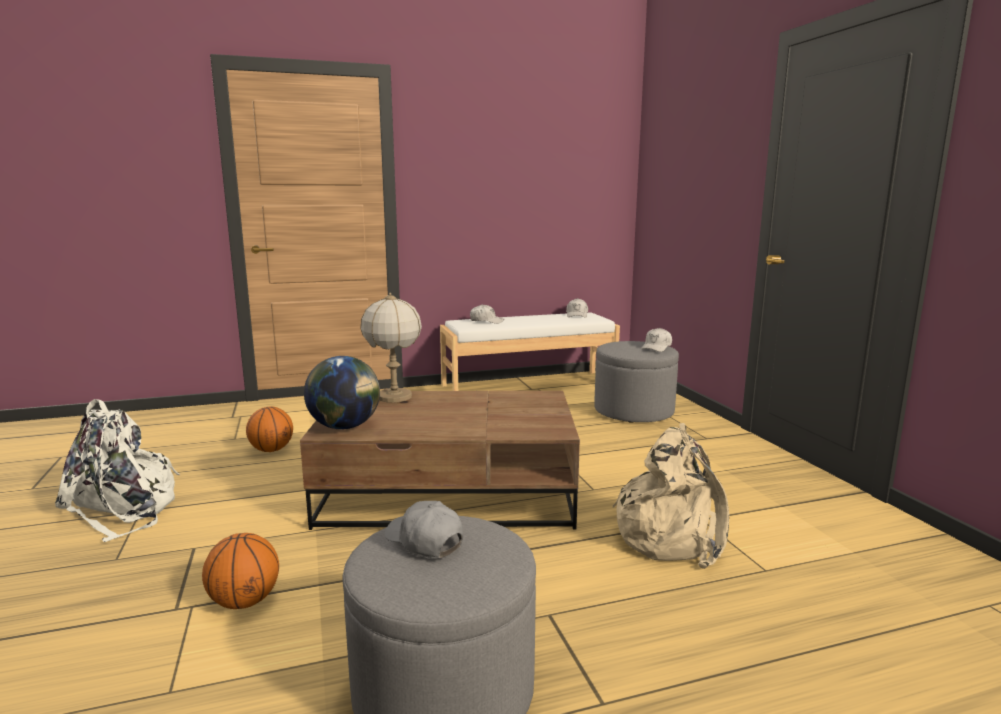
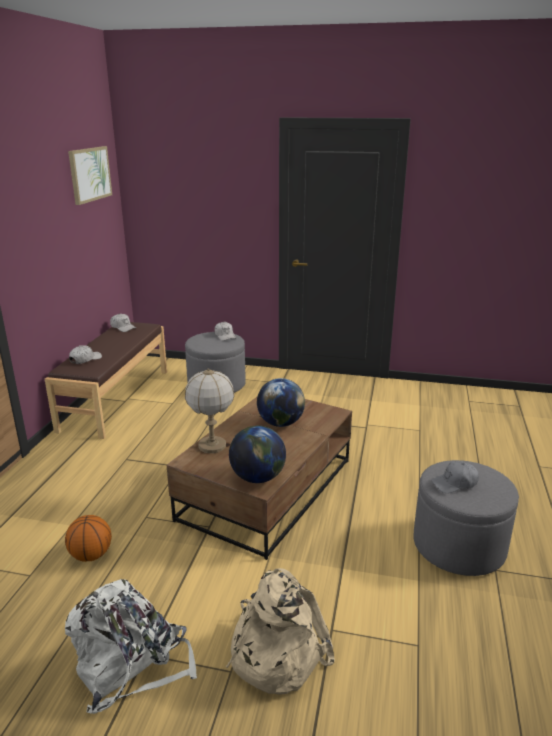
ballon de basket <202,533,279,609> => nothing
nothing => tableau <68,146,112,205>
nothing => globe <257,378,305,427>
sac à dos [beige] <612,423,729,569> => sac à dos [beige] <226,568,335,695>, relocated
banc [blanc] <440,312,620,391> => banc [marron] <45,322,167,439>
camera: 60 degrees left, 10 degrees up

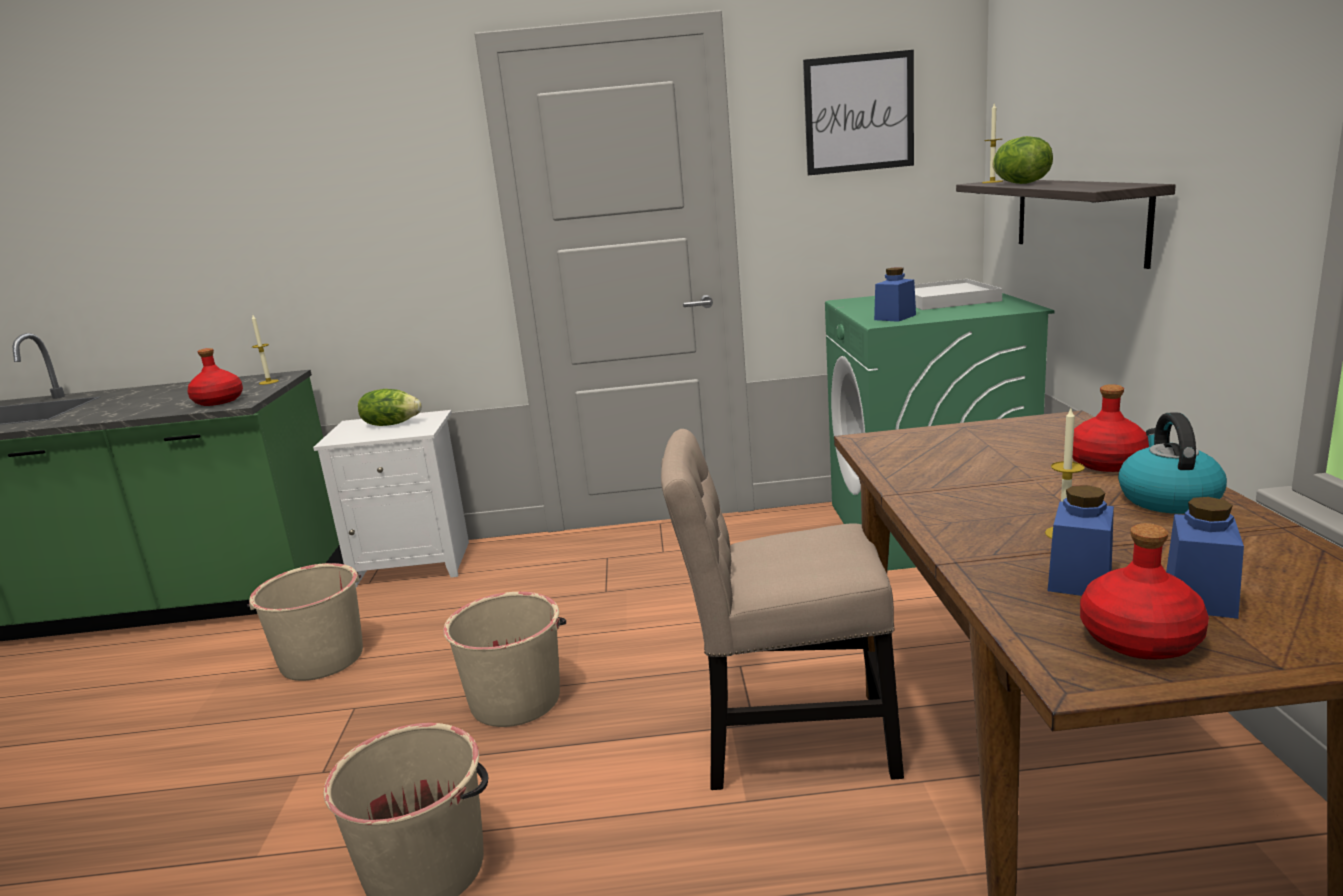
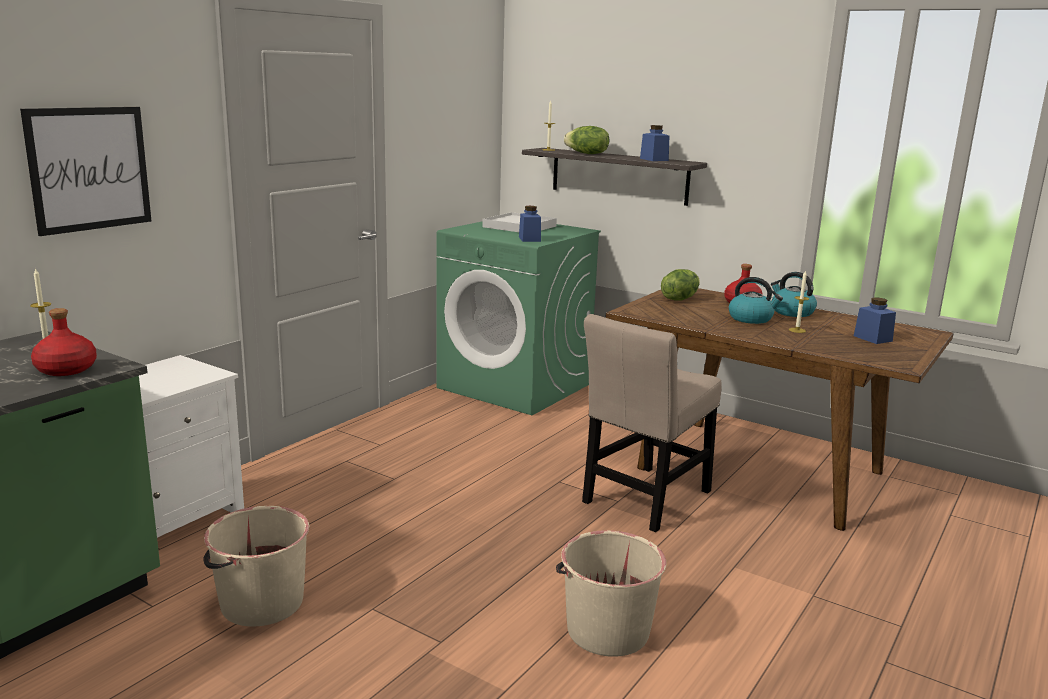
seau [beige] <443,592,566,727> => nothing
bouteille [rouge] <1080,523,1209,660> => nothing
nothing => bouilloire <729,277,783,324>
laitue <358,389,422,426> => laitue <661,269,700,300>, relocated
tableau <803,50,914,175> => tableau <20,107,151,236>, relocated
bocal [bleu] <1048,485,1114,596> => bocal [bleu] <640,125,670,161>, relocated
camera: 55 degrees left, 0 degrees up

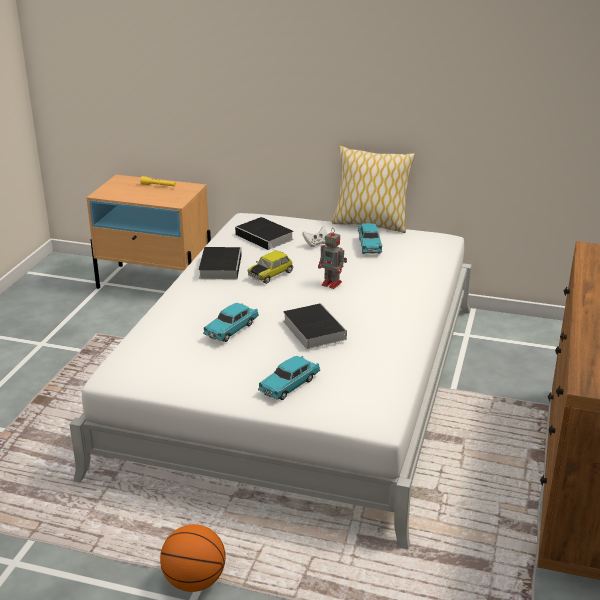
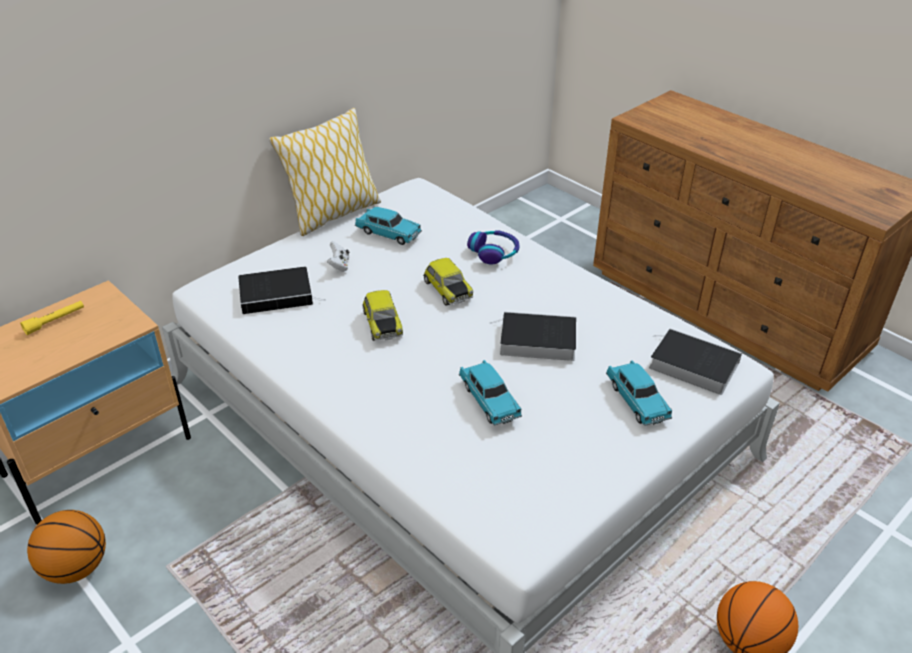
nothing => ballon de basket <27,510,106,584>
nothing => casque audio <467,230,520,264>
livre <198,247,242,279> => livre <649,328,742,395>, relocated
robot jouet <318,228,347,289> => petite voiture <423,258,473,306>
camera: 60 degrees left, 10 degrees up

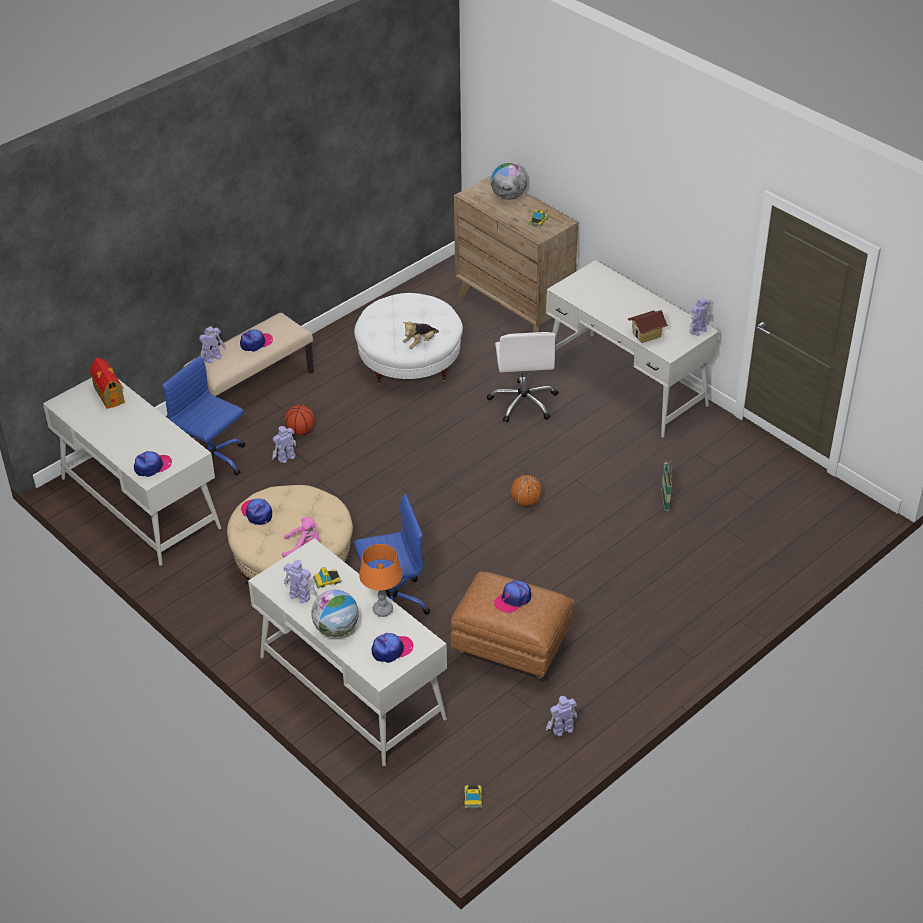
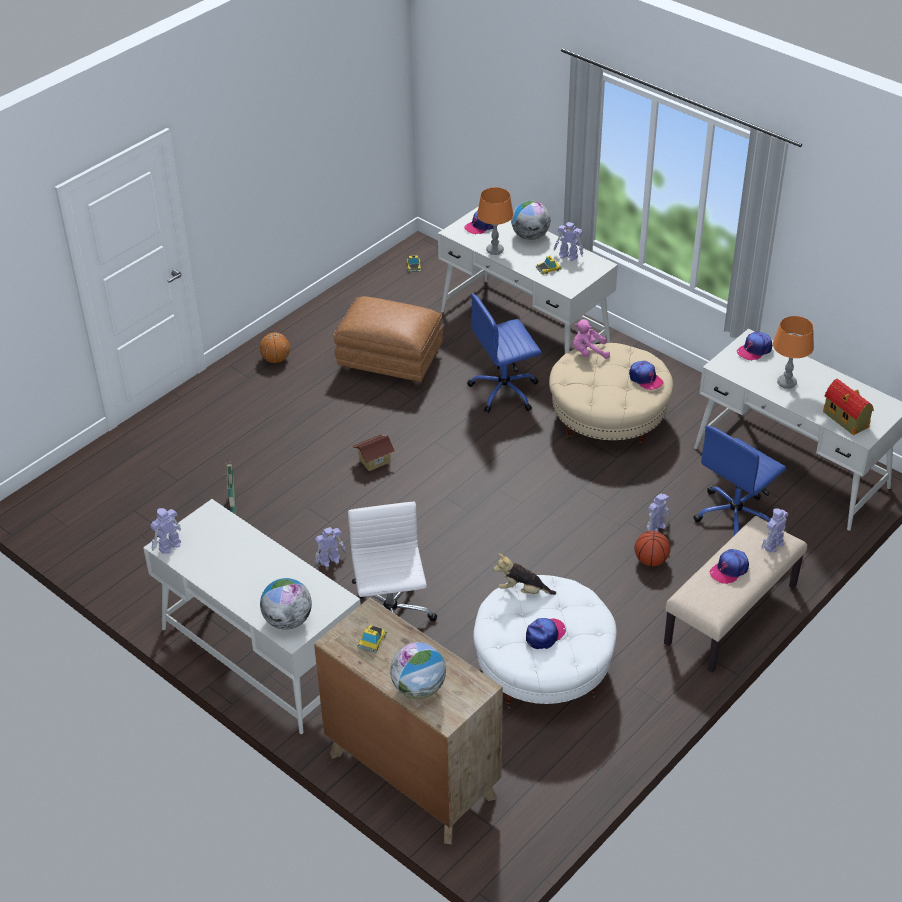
nothing => globe <260,578,312,630>
nothing => lampe de table [orange] <773,316,814,389>
casquette <494,580,531,613> => casquette <526,618,566,649>, relocated
ballon de basket <511,475,542,506> => ballon de basket <259,333,290,363>, relocated
robot jouet <546,696,577,737> => robot jouet <315,527,346,567>, relocated
maison miniature <628,310,668,343> => maison miniature <353,434,395,471>, relocated
chaise de bureau [bleu] <162,356,245,476> => chaise de bureau [bleu] <693,426,786,535>, 105 degrees clockwise
peluche <403,322,439,349> => peluche <493,554,556,595>, 120 degrees counterclockwise
camera: 175 degrees right, 0 degrees up

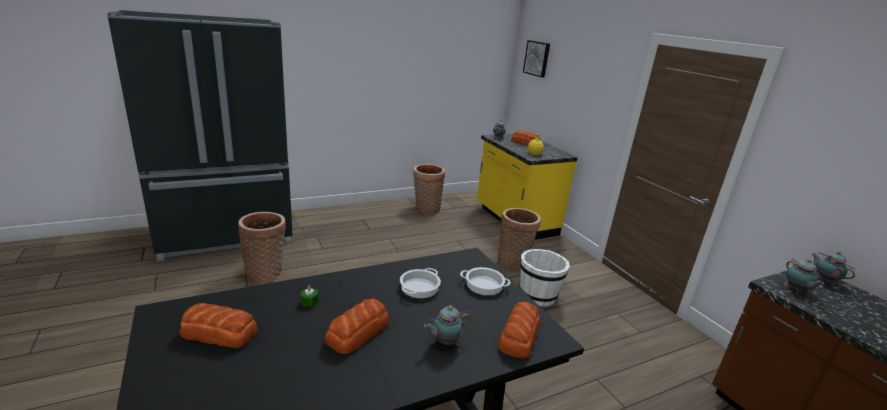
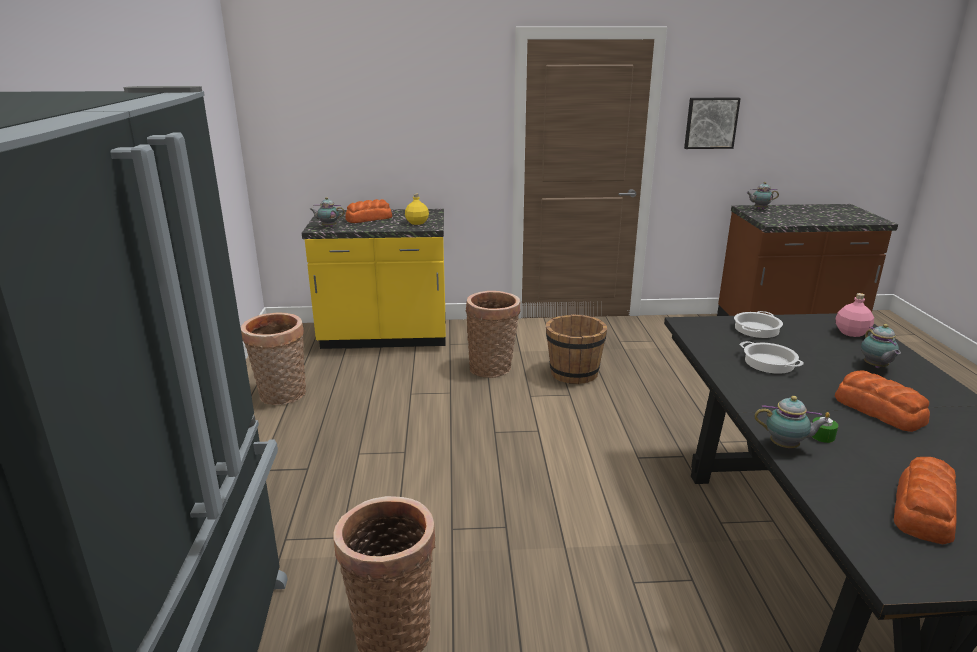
tableau <523,40,550,78> => tableau <684,98,741,149>, relocated
théière <786,259,824,292> => théière <754,396,829,448>, relocated
pain <498,302,540,359> => bouteille [rose] <835,293,874,337>
seau [blanc] <520,249,570,307> => seau [marron] <546,314,607,384>
camera: 65 degrees left, 0 degrees up

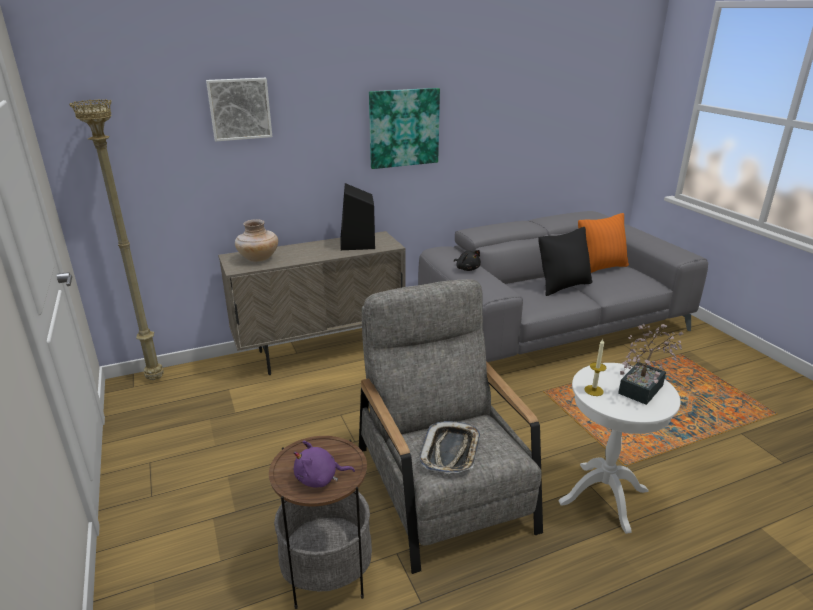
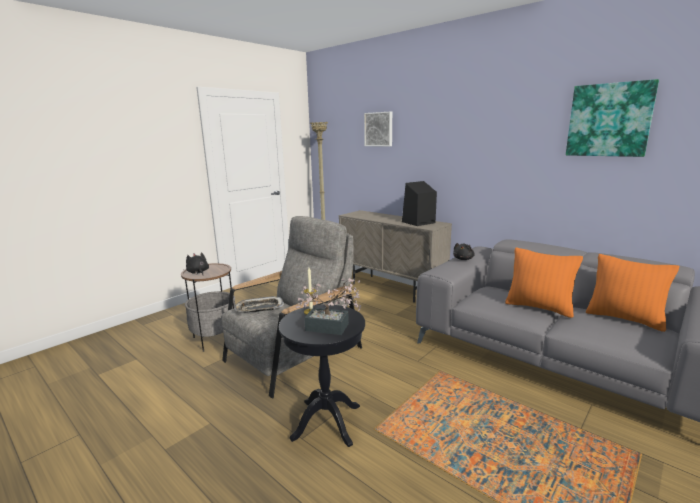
vase [beige] <235,219,278,262> => nothing
tableau <369,88,440,169> => tableau <566,79,659,157>, relocated
peluche [violet] <294,441,355,487> => peluche [noir] <186,252,209,275>
coussin [noir] <538,227,592,296> => coussin [orange] <505,247,583,318>
table d'appoint [blanc] <559,363,680,534> => table d'appoint [noir] <279,305,365,447>
camera: 65 degrees right, 10 degrees down

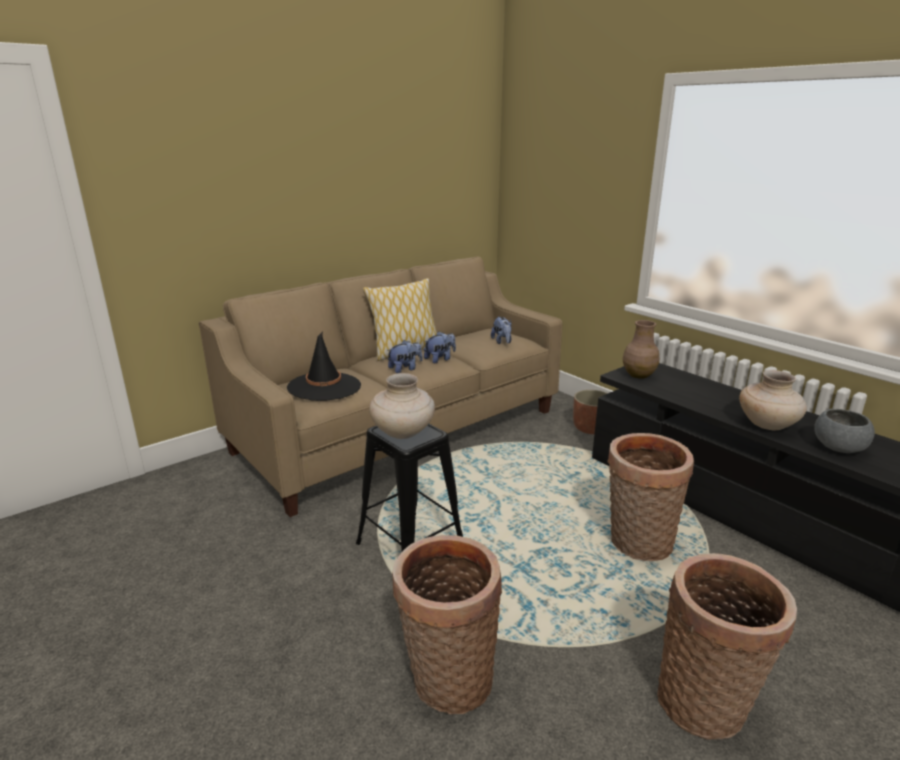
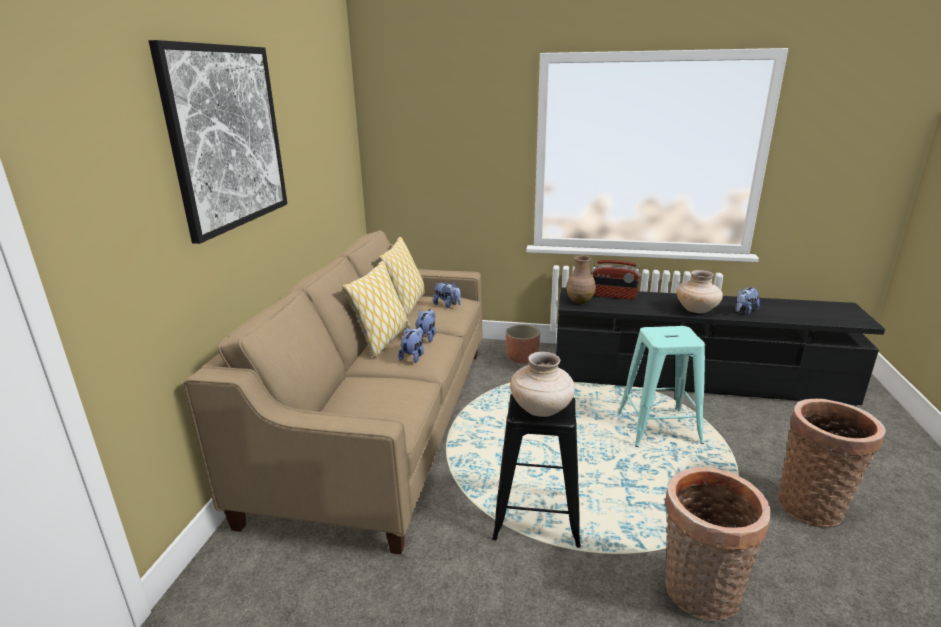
chapeau [noir] <287,331,361,401> => nothing
nothing => tableau <149,40,288,244>
nothing => coussin <379,237,425,318>
nothing => radio <591,260,641,300>
panier <607,433,694,561> => tabouret [turquoise] <618,326,705,447>
bol [gris] <814,409,875,453> => peluche <735,287,760,315>
camera: 40 degrees left, 0 degrees up

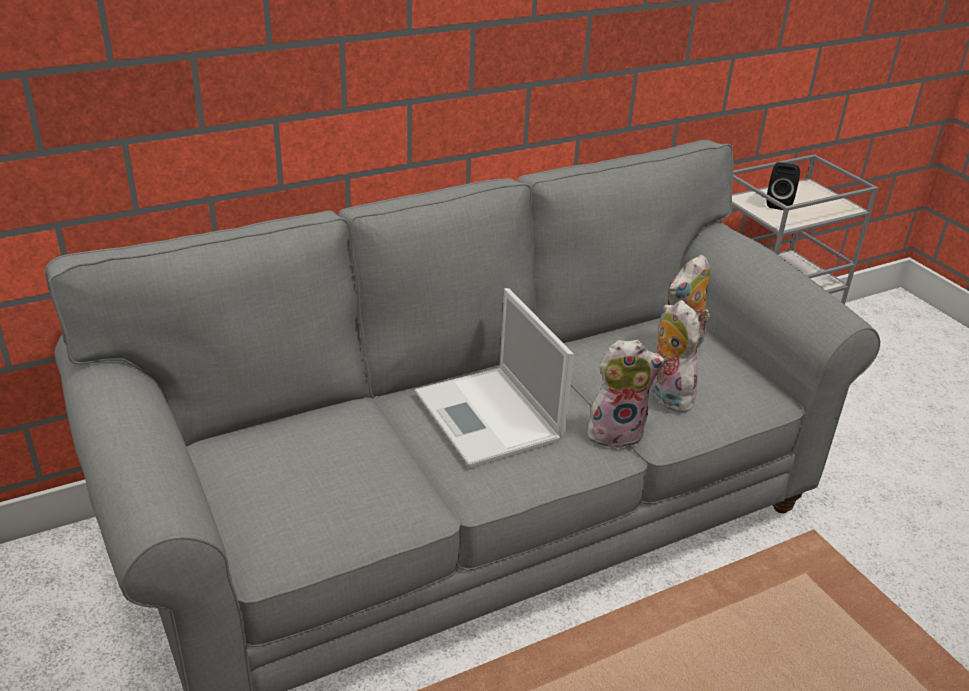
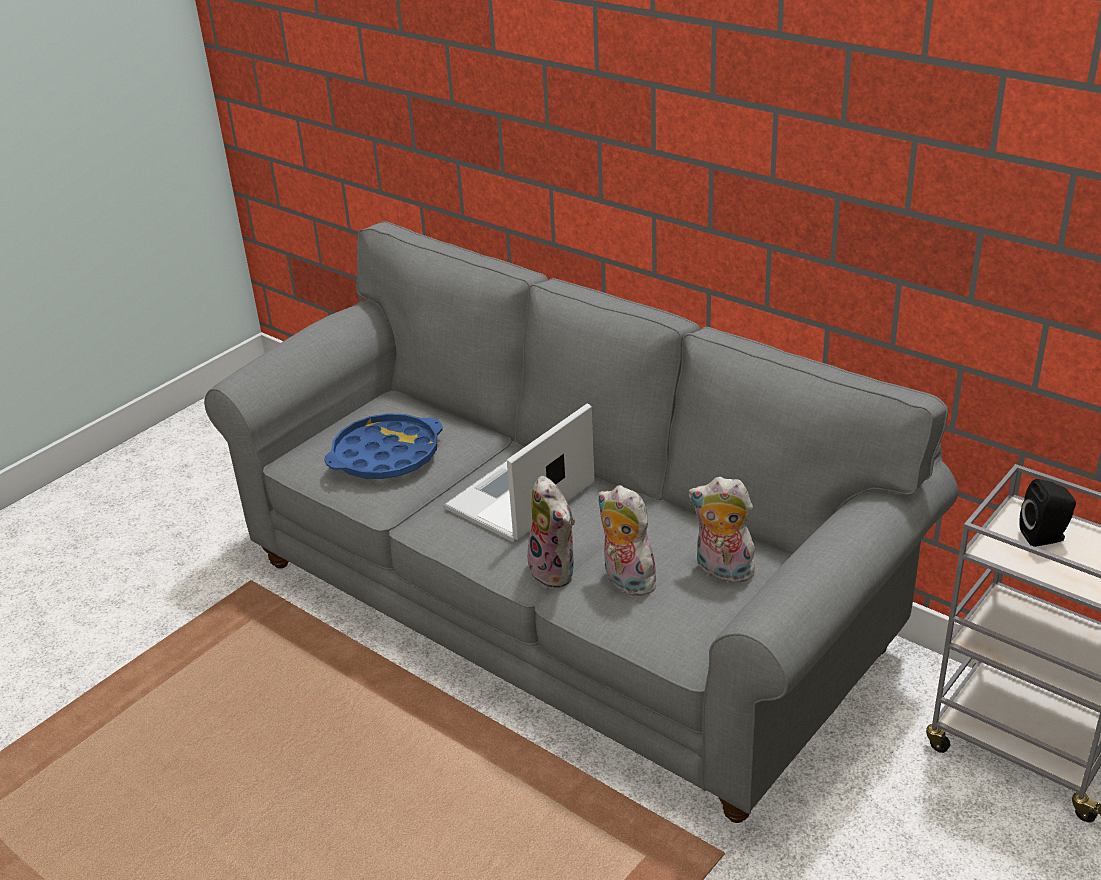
nothing => plateau [bleu] <324,413,443,479>
peluche <651,300,700,412> => peluche <598,485,663,596>, 90 degrees counterclockwise
camera: 70 degrees right, 0 degrees up

